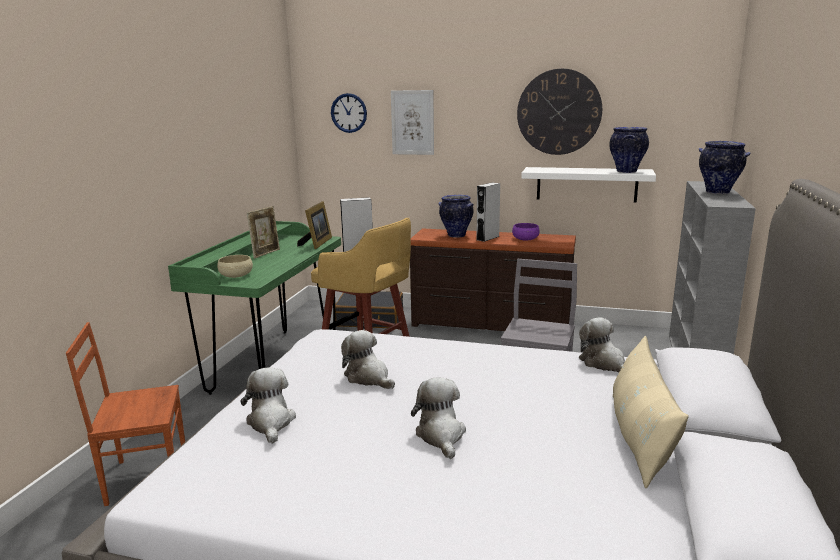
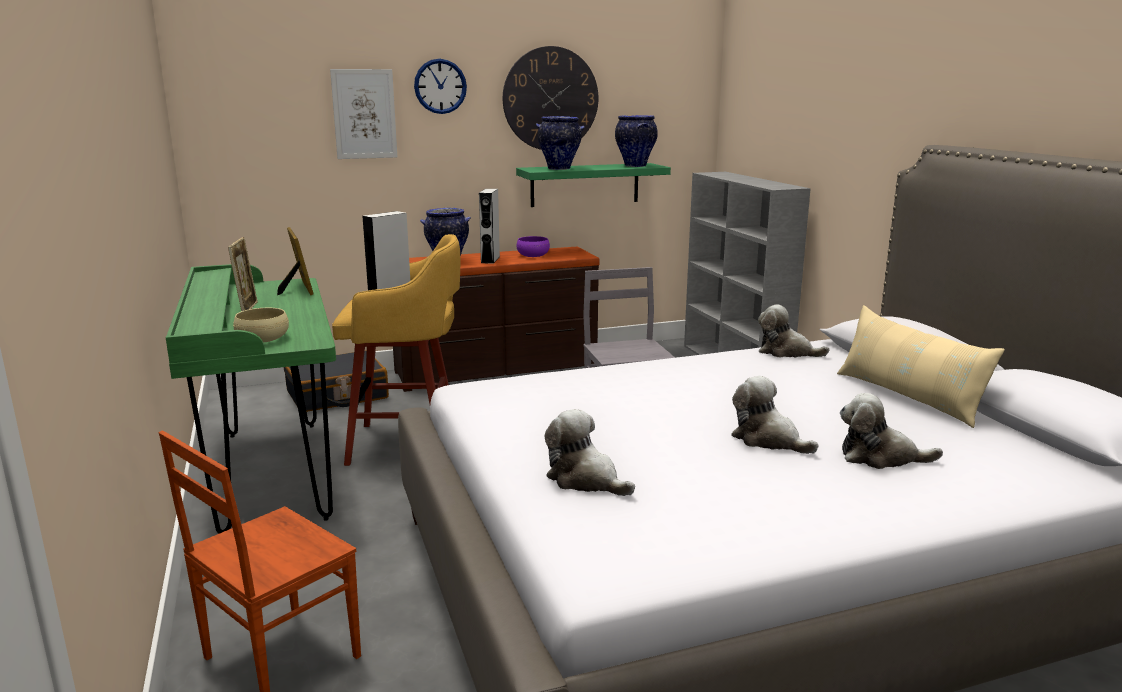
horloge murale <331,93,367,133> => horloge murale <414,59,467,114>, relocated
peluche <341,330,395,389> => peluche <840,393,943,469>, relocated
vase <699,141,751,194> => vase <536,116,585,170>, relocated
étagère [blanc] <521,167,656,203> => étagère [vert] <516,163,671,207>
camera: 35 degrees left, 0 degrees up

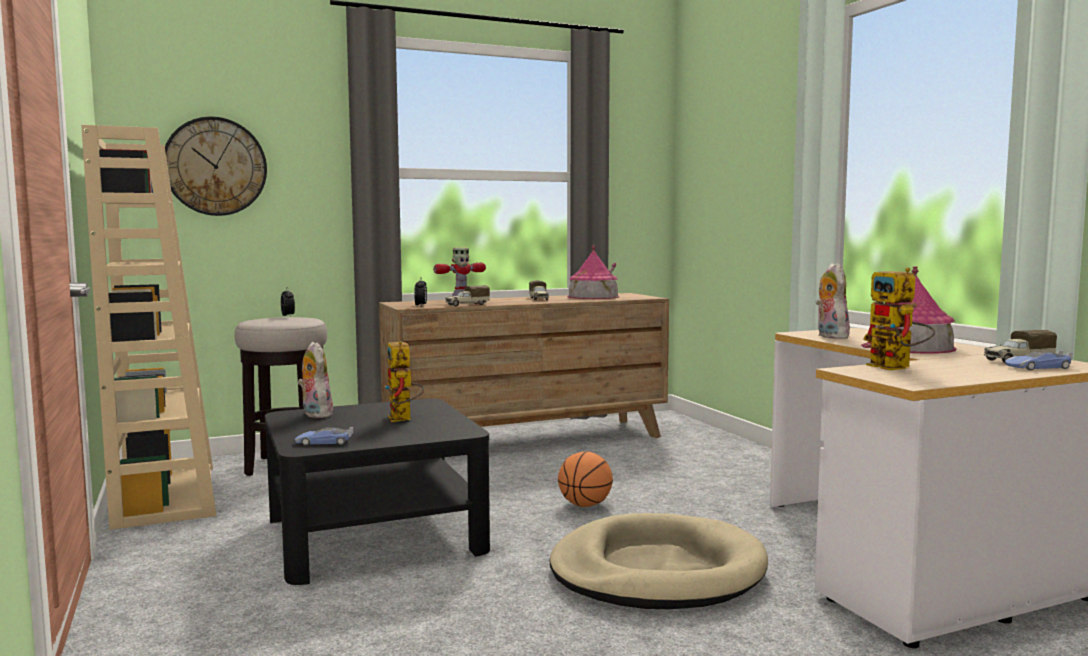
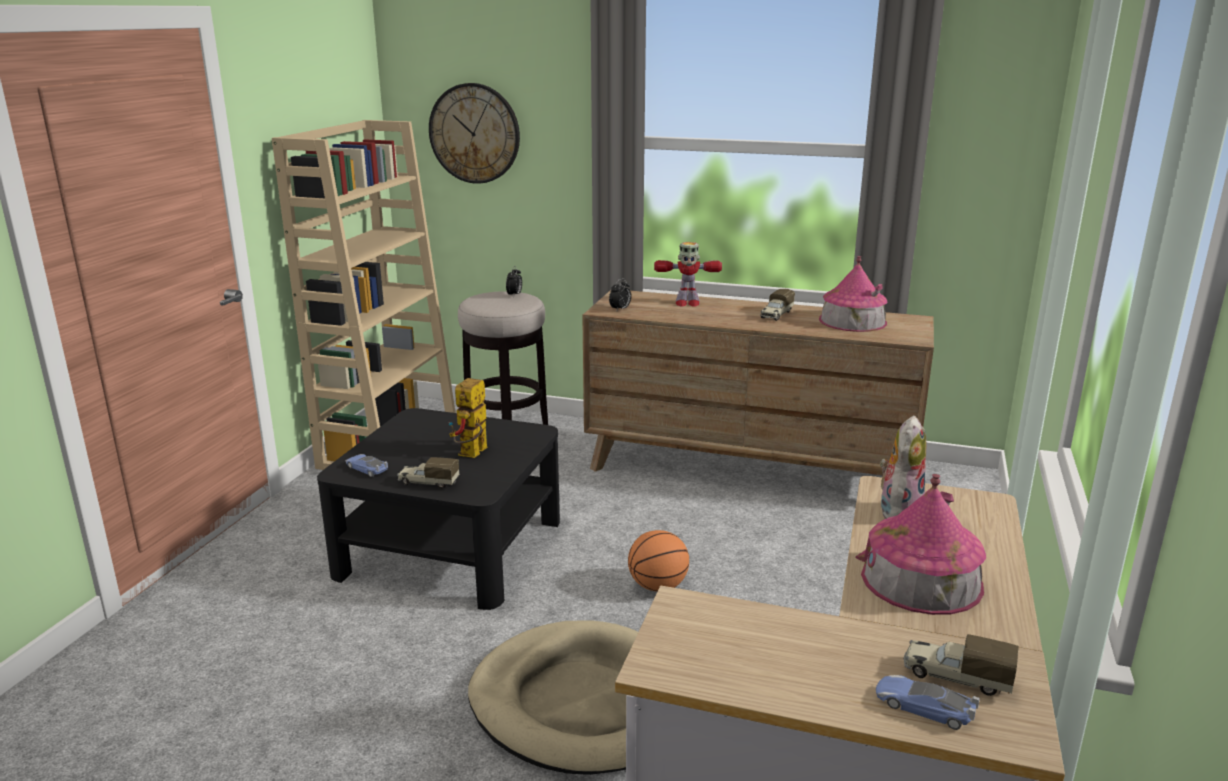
peluche <297,342,333,418> => nothing
robot jouet <863,267,935,370> => nothing
camion jouet <445,285,490,306> => camion jouet <397,457,459,489>, relocated
camera: 40 degrees right, 15 degrees up

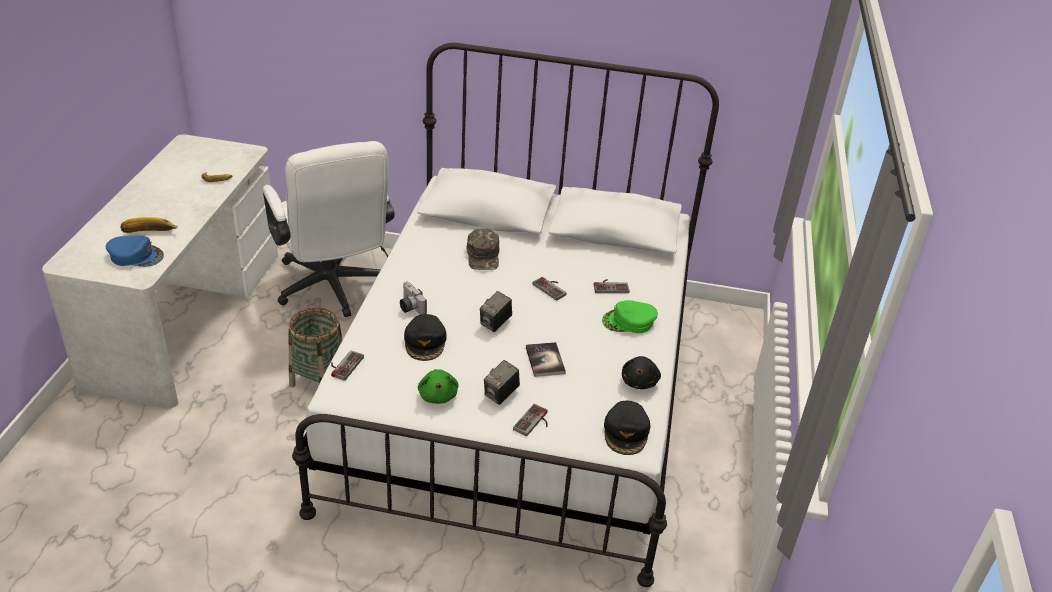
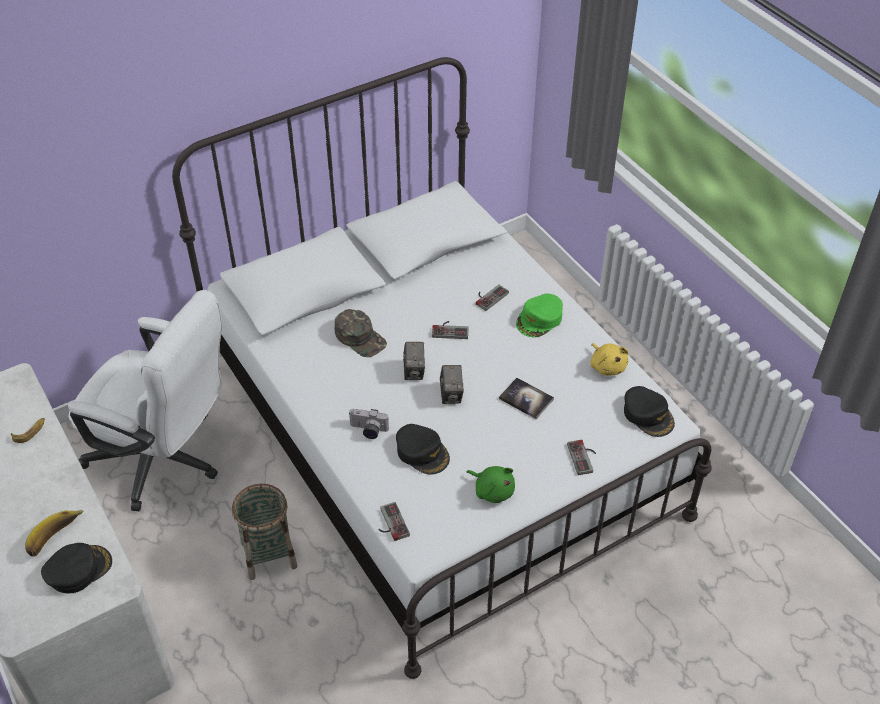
appareil photo <484,360,520,405> => appareil photo <403,342,425,380>, relocated
casquette [bleu] <106,235,164,267> => casquette [noir] <41,543,112,594>
peluche [noir] <622,356,661,389> => peluche [jaune] <590,343,629,376>
camera: 40 degrees left, 10 degrees up

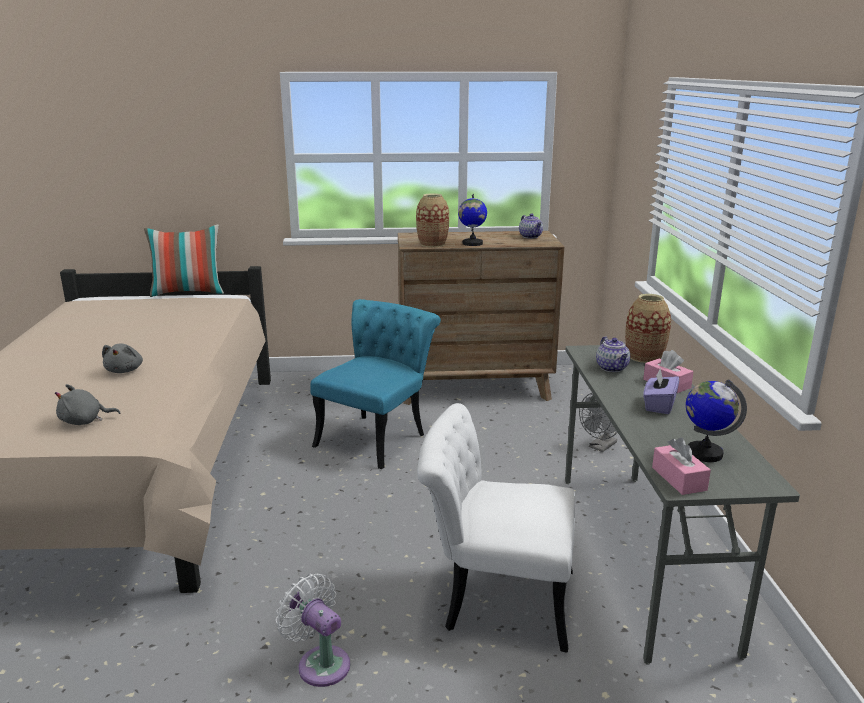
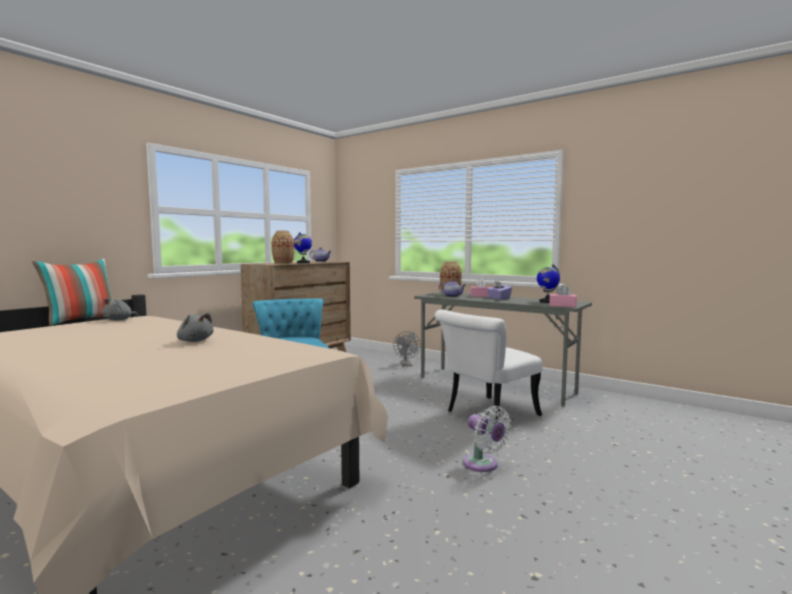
peluche [gris] <55,384,120,425> => peluche [gris] <102,298,138,321>, relocated
ventilateur [blanc] <276,573,350,687> => ventilateur [blanc] <463,406,511,472>, 120 degrees counterclockwise
camera: 50 degrees left, 15 degrees down

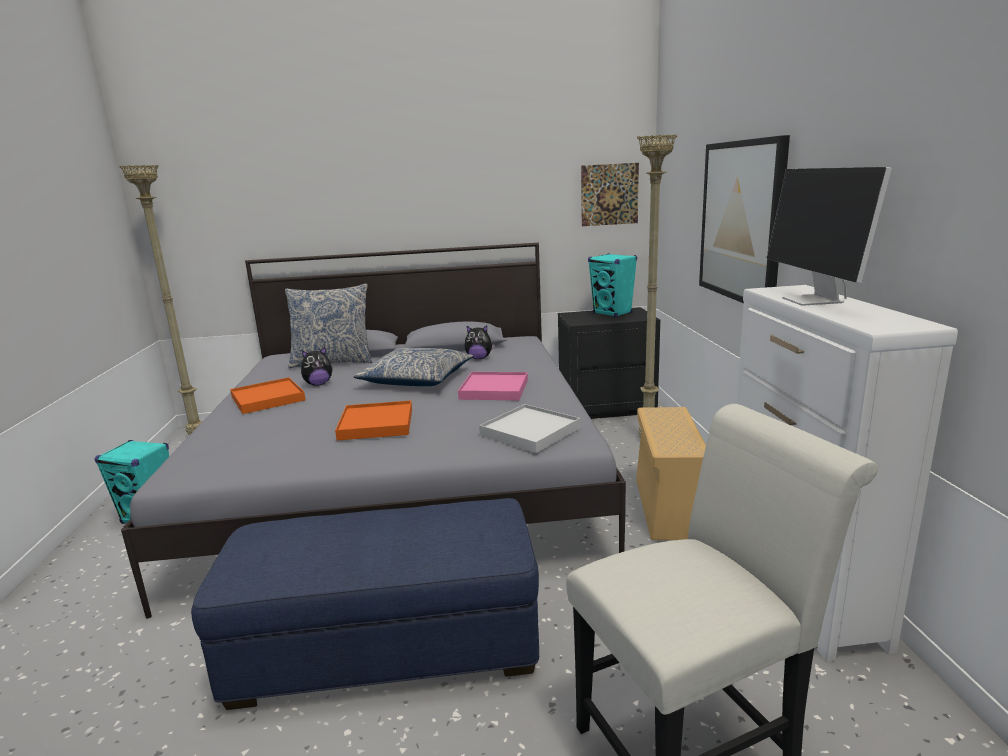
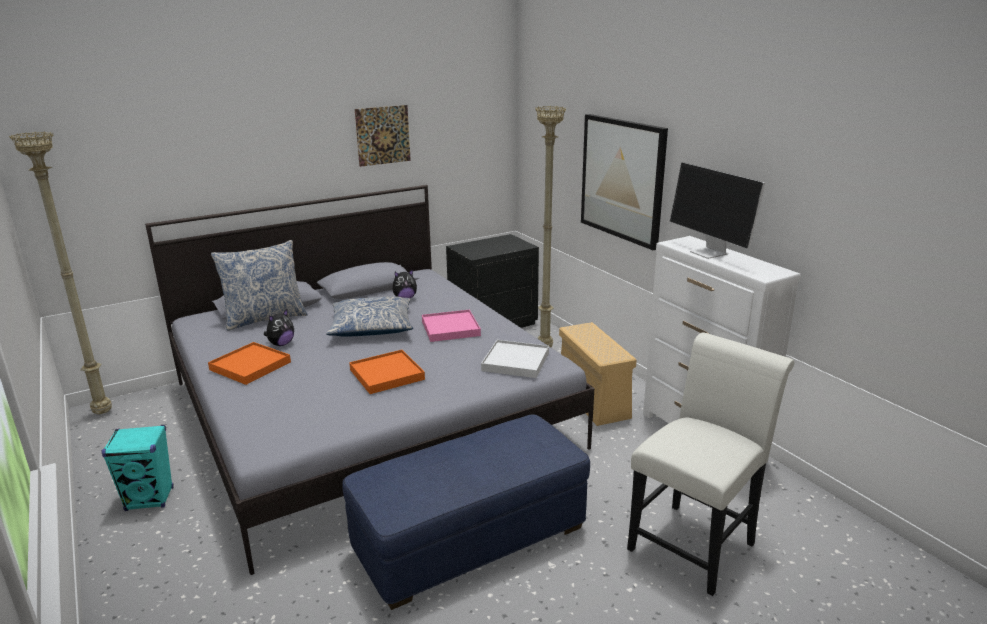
enceinte [turquoise] <588,254,637,317> => nothing
tableau <581,163,639,226> => tableau <355,105,411,167>, relocated
camera: 25 degrees left, 5 degrees up

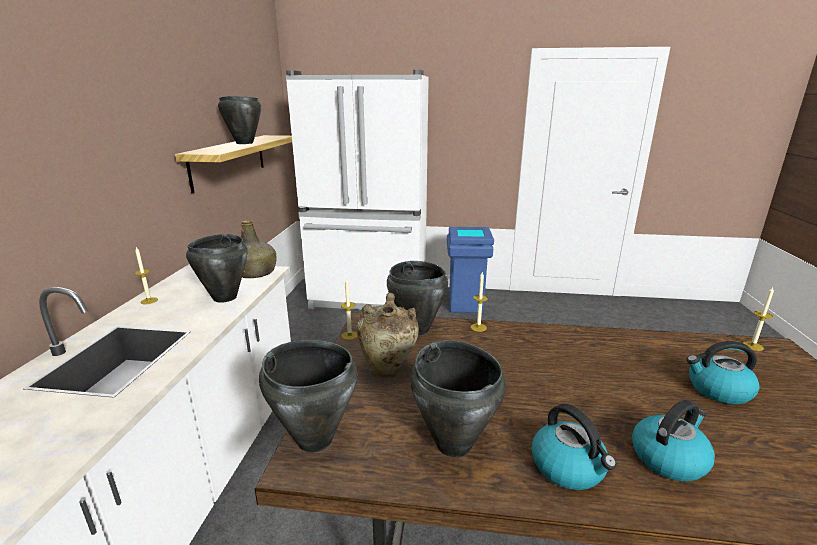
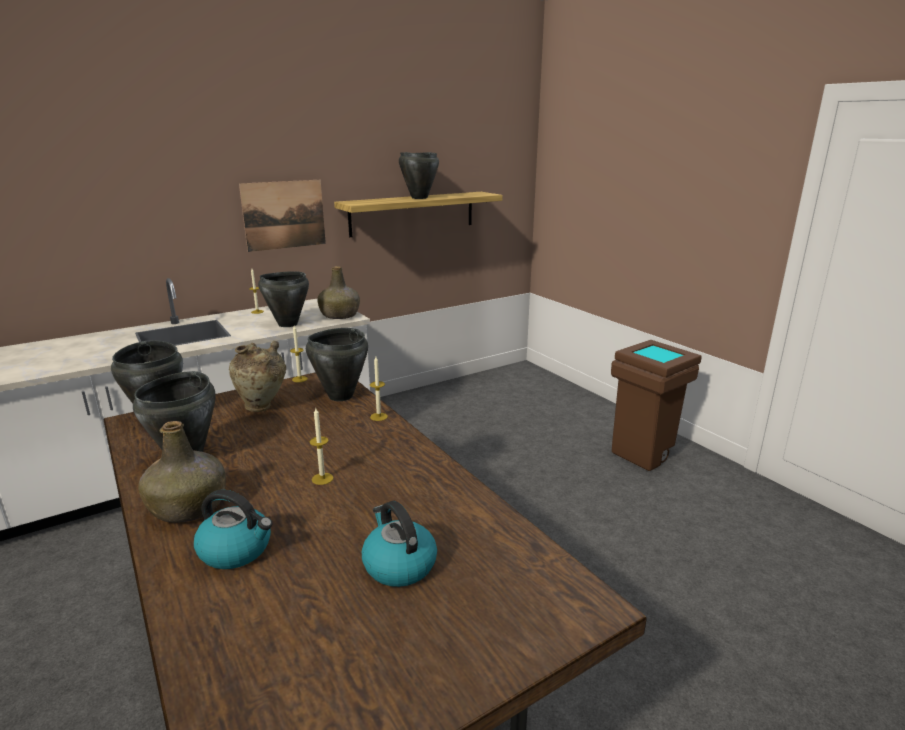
réfrigérateur [blanc] <286,70,429,310> => nothing
nothing => tableau <239,180,326,252>
bougie <743,287,774,351> => bougie <310,408,333,485>, relocated
bouilloire <532,404,617,490> => bouteille [vert] <138,421,226,523>
poubelle [bleu] <447,227,494,313> => poubelle [marron] <611,340,702,471>
camera: 50 degrees right, 0 degrees up

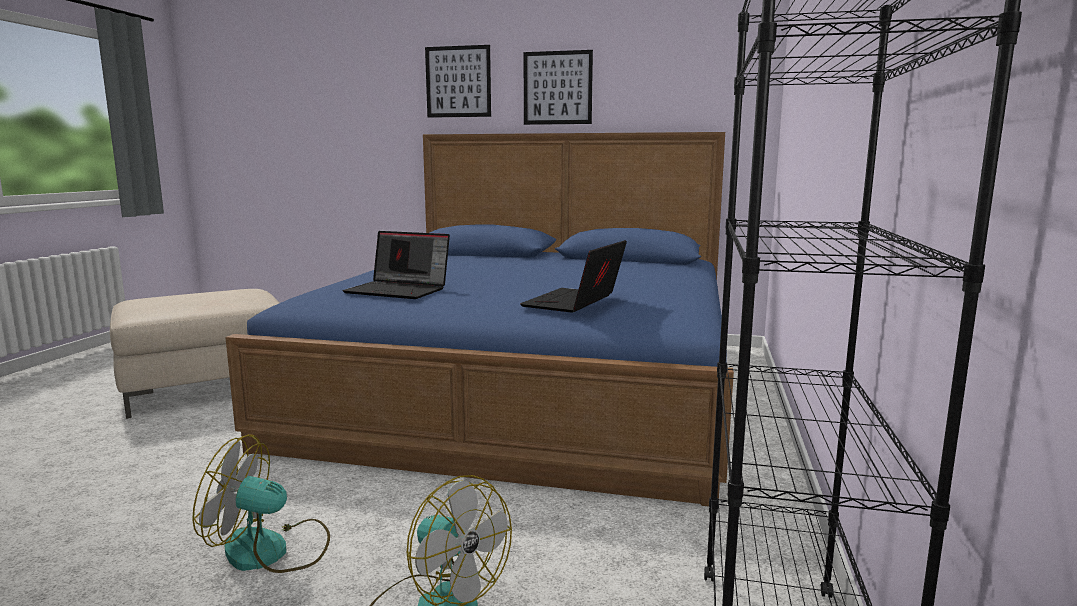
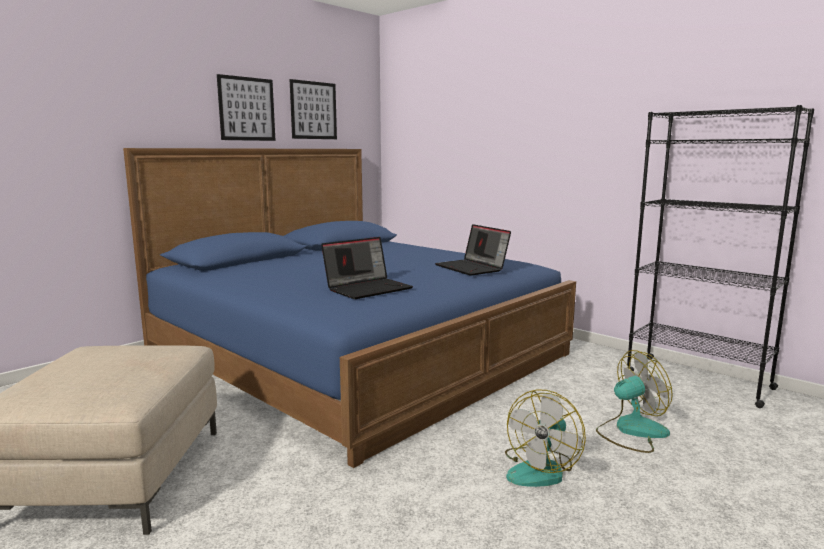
tableau <425,45,491,118> => tableau <290,79,337,139>, relocated
camera: 60 degrees left, 0 degrees up

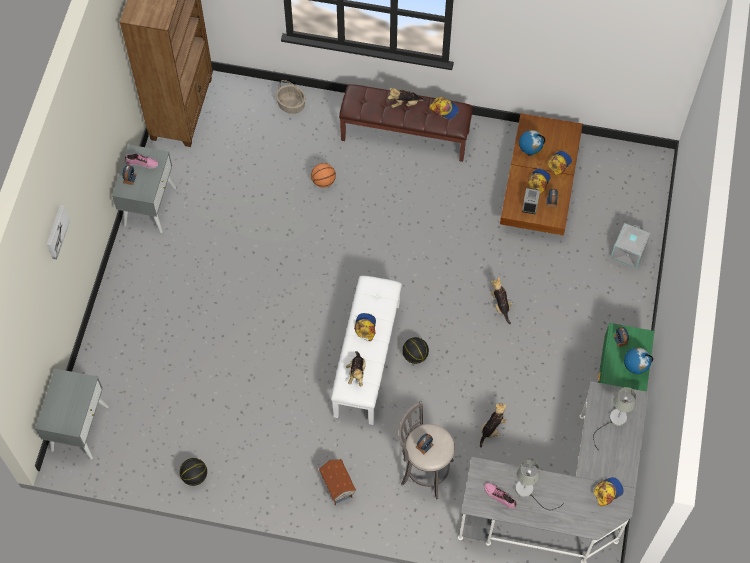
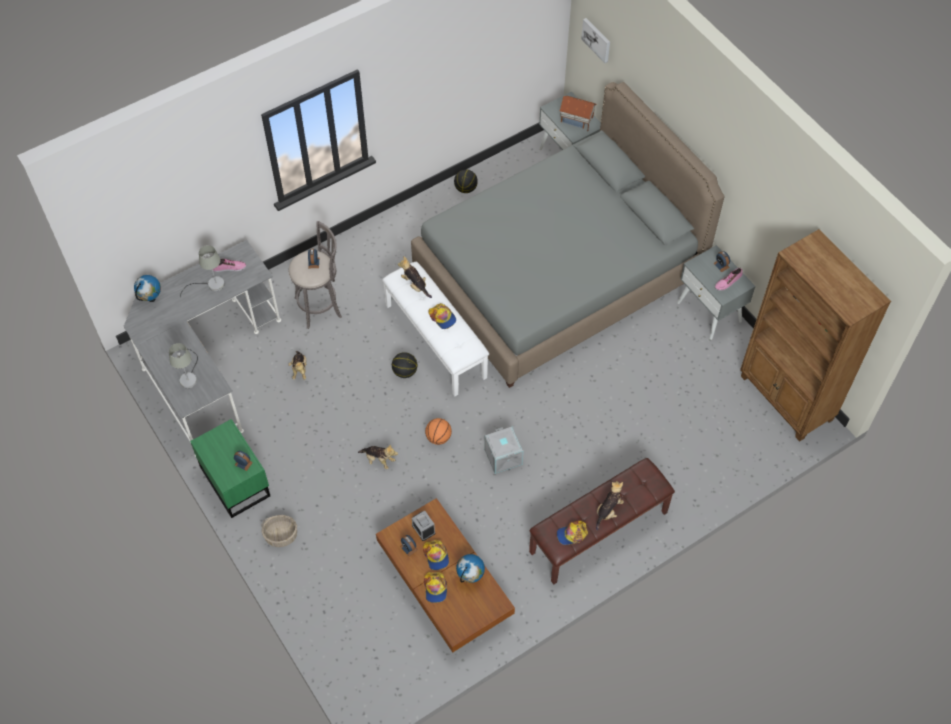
casquette <594,477,624,506> => nothing
nothing => lit [gris] <411,82,725,388>
tableau <46,205,70,260> => tableau <581,18,610,63>, relocated
panier <276,80,306,114> => panier <261,515,297,547>, relocated
ballon de basket <311,163,336,188> => ballon de basket <425,418,452,445>, relocated
maison miniature <319,459,356,505> => maison miniature <559,96,597,131>, relocated
boîte de rangement [gris] <610,223,651,269> => boîte de rangement [gris] <484,426,523,474>, relocated
globe <624,347,653,374> => globe <134,275,161,302>, relocated
camera: 135 degrees right, 5 degrees down

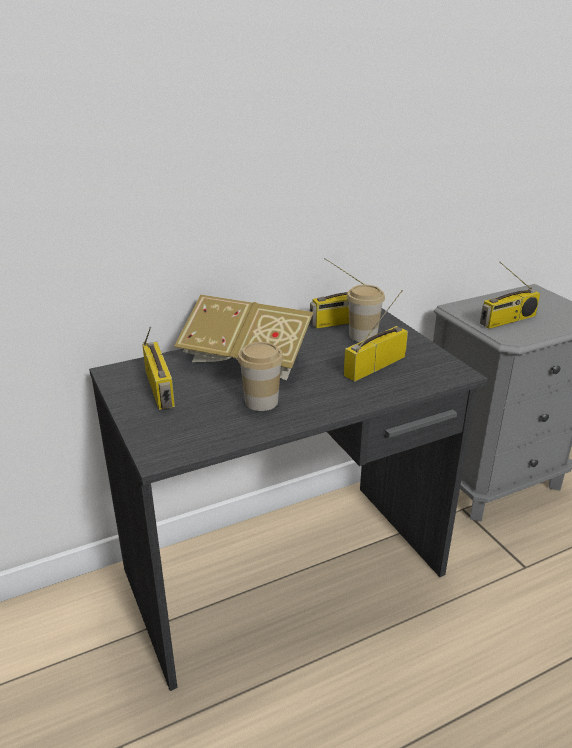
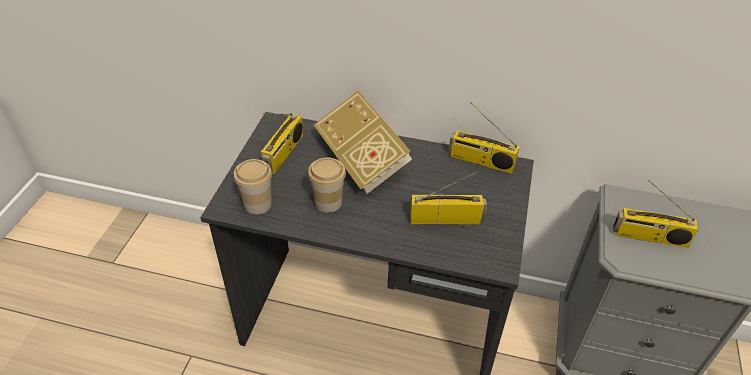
tasse <347,285,385,342> => tasse <234,159,272,214>, relocated
camera: 40 degrees right, 15 degrees up

